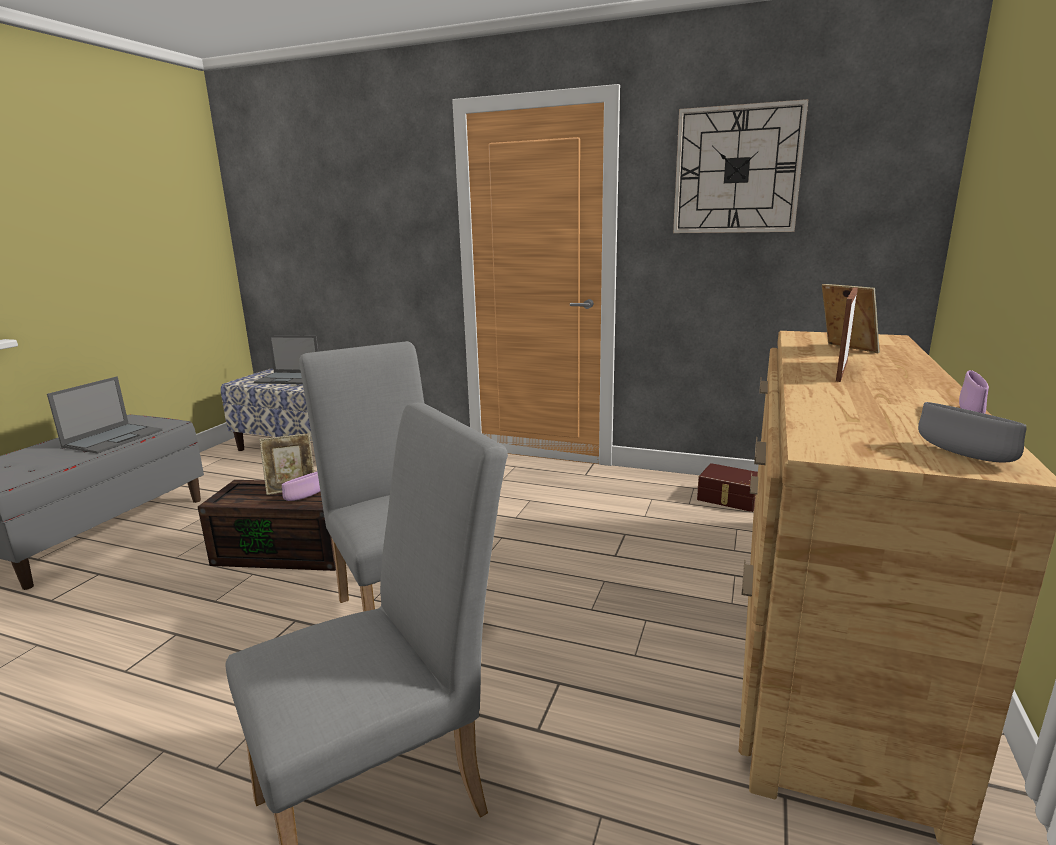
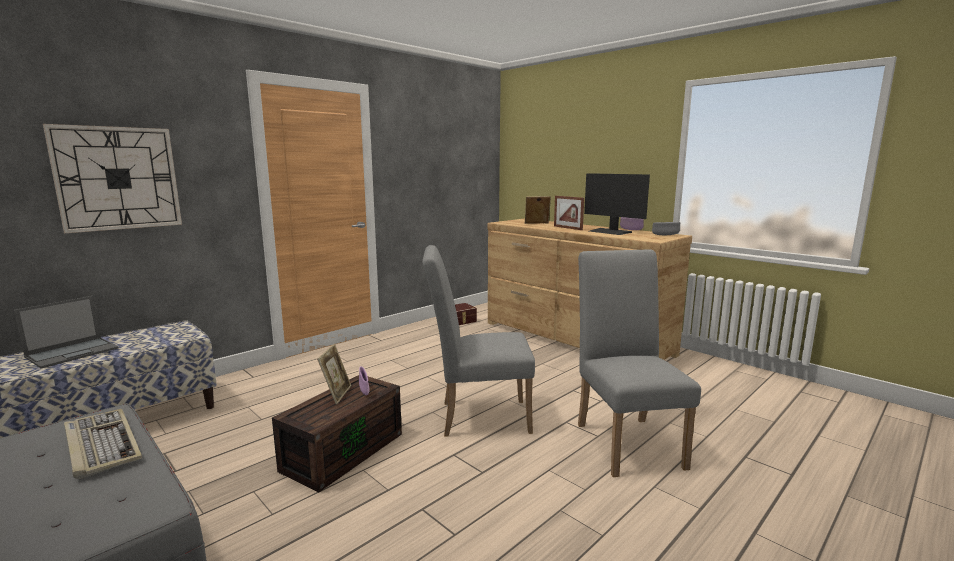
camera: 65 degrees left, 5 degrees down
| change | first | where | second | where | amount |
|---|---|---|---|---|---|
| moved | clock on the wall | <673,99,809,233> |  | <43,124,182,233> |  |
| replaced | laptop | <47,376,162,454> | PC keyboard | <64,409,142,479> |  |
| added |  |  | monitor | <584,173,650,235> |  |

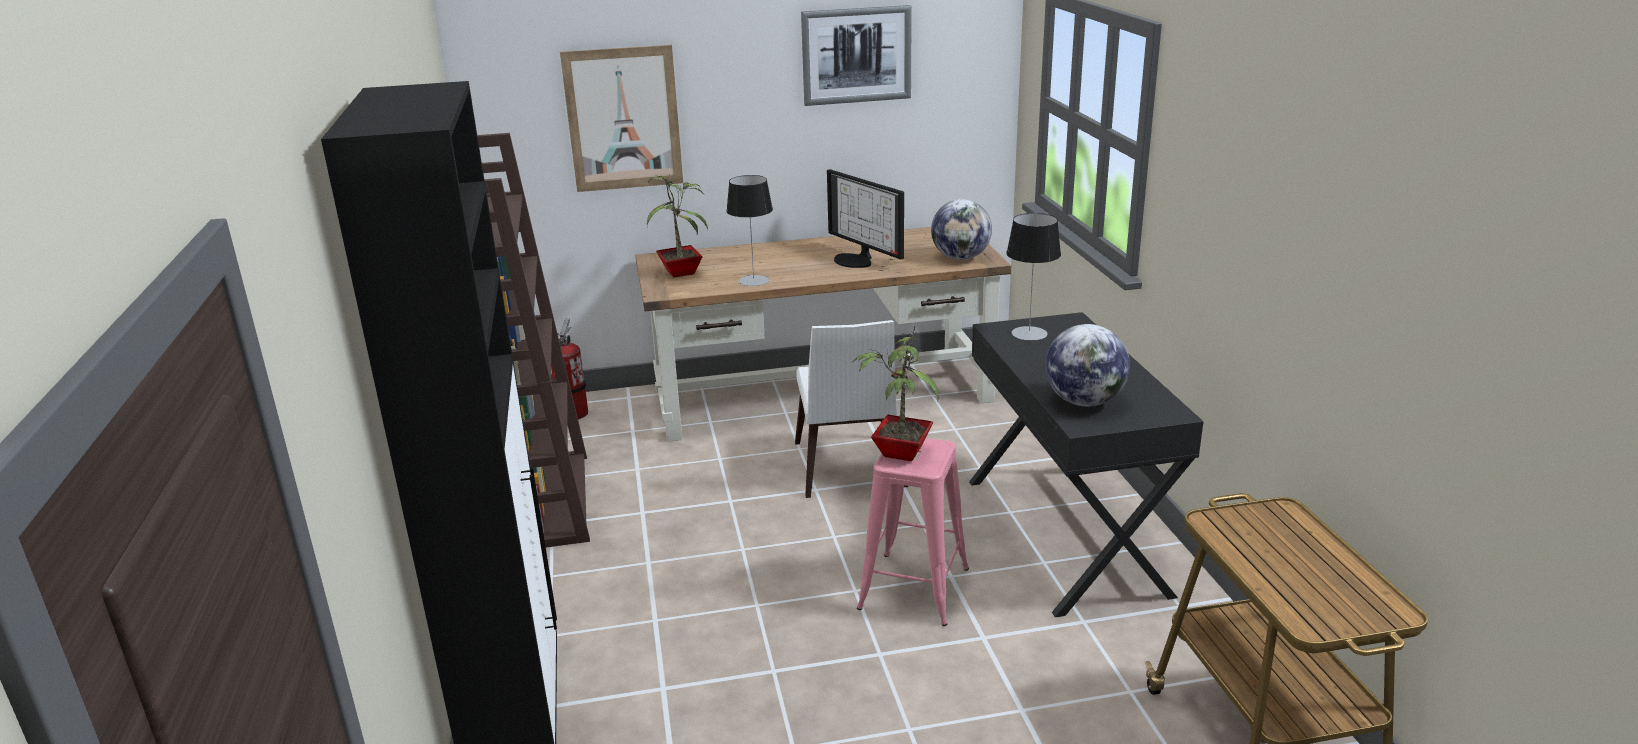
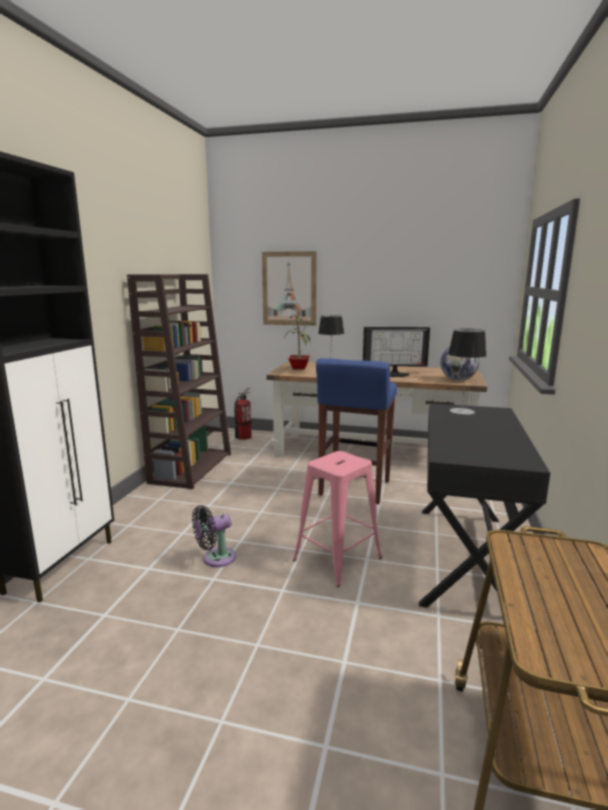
camera: 25 degrees right, 10 degrees down
| change | first | where | second | where | amount |
|---|---|---|---|---|---|
| removed | picture | <801,5,912,106> |  |  |  |
| turned | monitor | <827,169,904,268> |  | <363,327,430,377> | 75 degrees counterclockwise |
| replaced | white plain chair | <795,320,909,498> | blue stool seat | <316,358,397,504> |  |
| removed | globe | <1045,324,1130,406> |  |  |  |
| removed | houseplant | <852,327,939,461> |  |  |  |
| added |  |  | black-coloured electric fan | <192,505,236,567> |  |

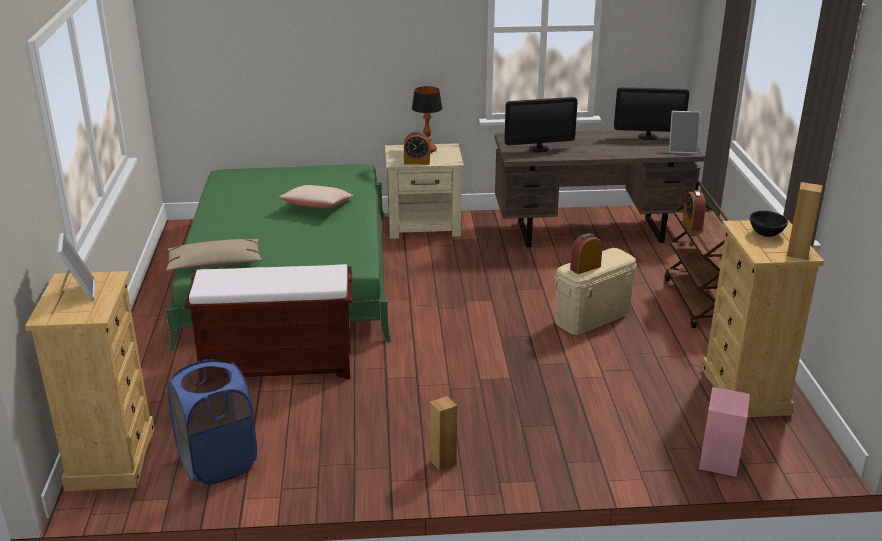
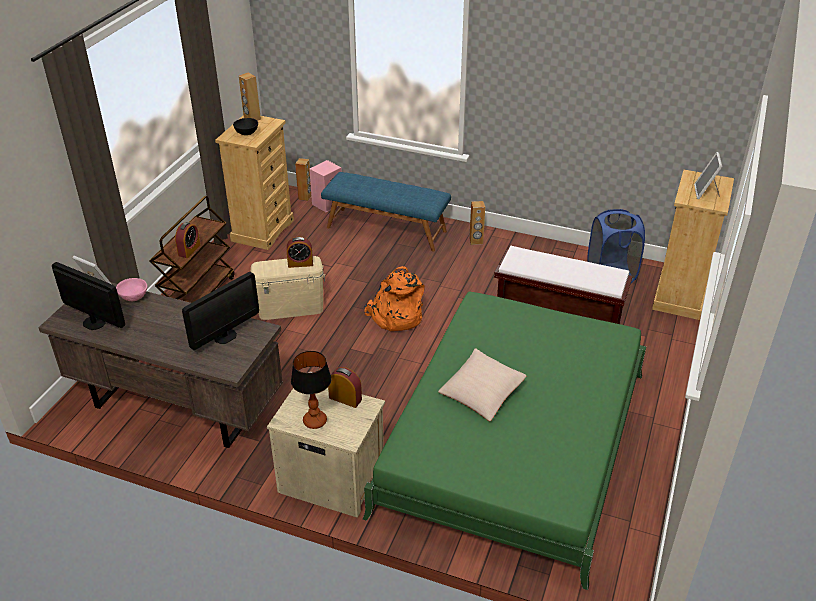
camera: 155 degrees left, 10 degrees up
| change | first | where | second | where | amount |
|---|---|---|---|---|---|
| turned | monitor | <505,97,578,153> |  | <182,272,259,350> | 120 degrees clockwise |
| removed | sand-coloured throw pillow | <166,239,263,271> |  |  |  |
| added |  |  | brown audio speaker | <295,158,311,201> |  |
| added |  |  | blue long seat | <321,172,451,251> |  |
| added |  |  | orangey rucksack | <364,266,425,331> |  |
| added |  |  | pink-coloured serving bowl | <116,278,147,301> |  |

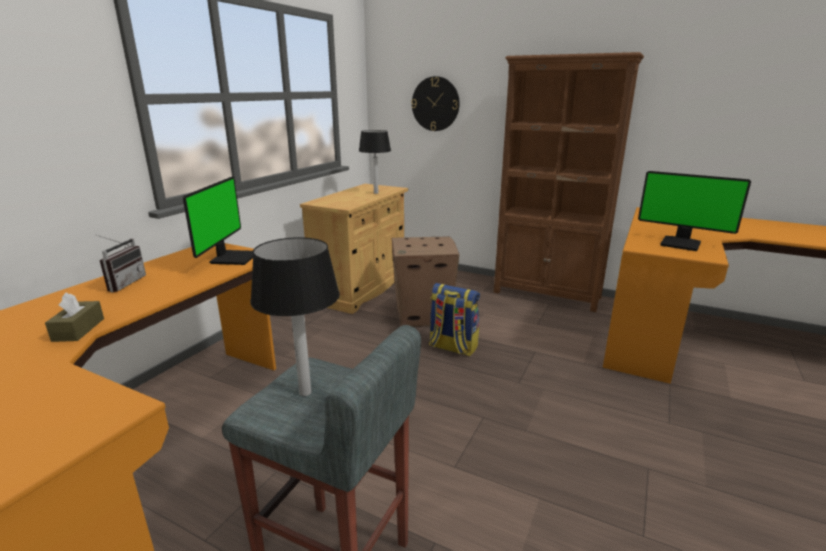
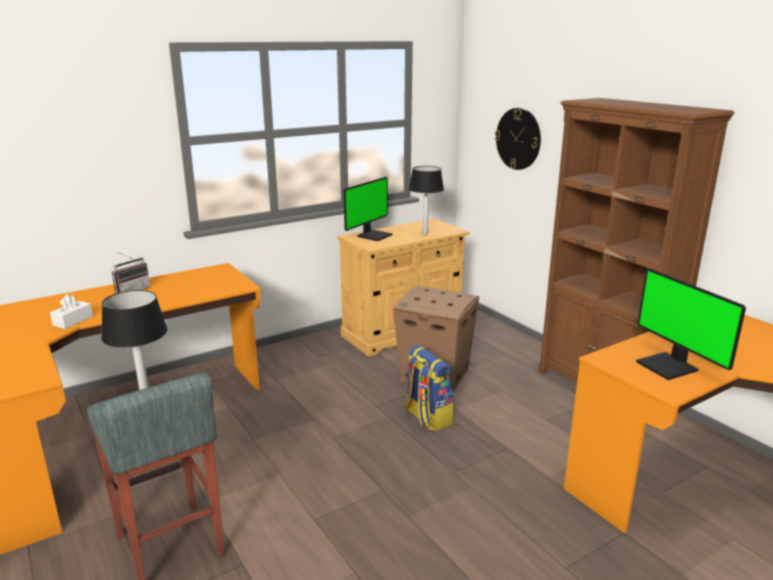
camera: 30 degrees right, 0 degrees up
| change | first | where | second | where | amount |
|---|---|---|---|---|---|
| moved | monitor | <183,177,253,265> |  | <344,177,393,241> |  |
| recoloured | brown tissue box | <45,292,104,342> | white tissue box | <50,294,93,329> |  |

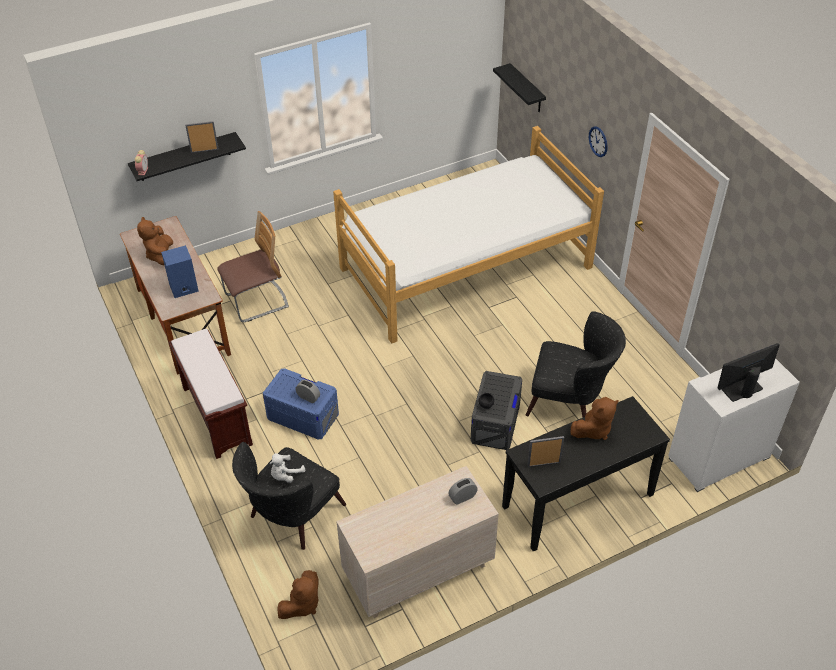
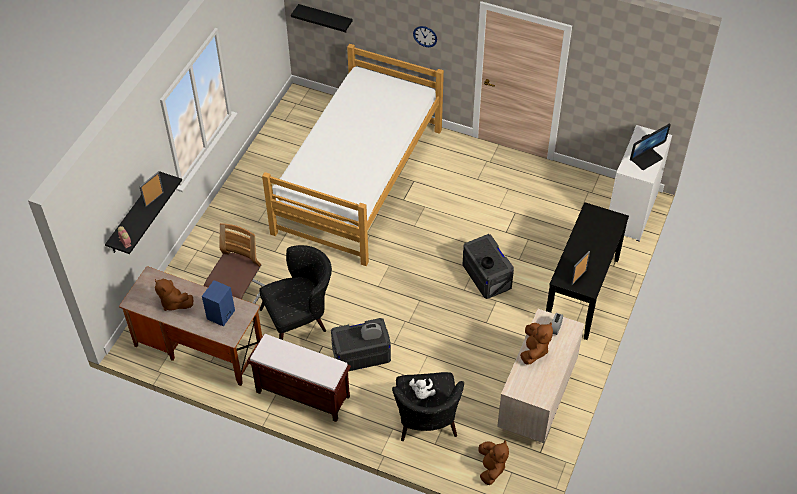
camera: 40 degrees left, 5 degrees up
| change | first | where | second | where | amount |
|---|---|---|---|---|---|
| moved | black-coloured easy chair | <526,311,626,417> |  | <259,245,332,340> |  |
| turned | monitor | <717,343,780,402> |  | <630,124,671,170> | 150 degrees counterclockwise |
| recoloured | blue storage container | <263,368,339,439> | greyish storage container | <331,318,391,371> |  |
| moved | brown soft toy | <571,397,619,440> |  | <520,323,553,365> |  |

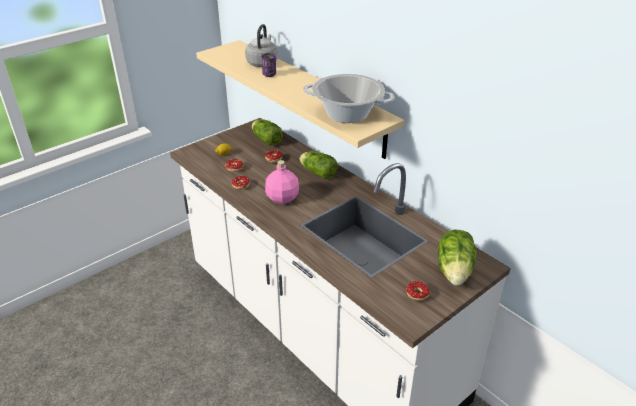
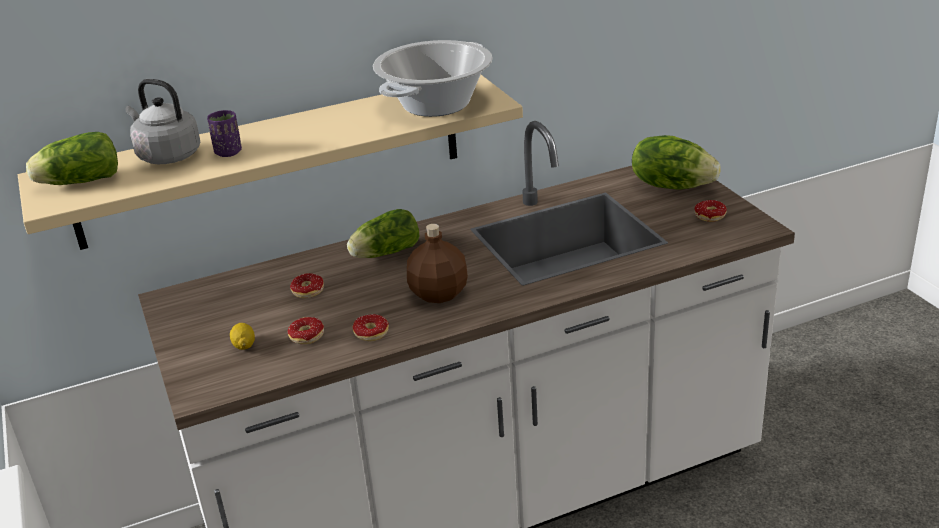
camera: 70 degrees left, 5 degrees down
| change | first | where | second | where | amount |
|---|---|---|---|---|---|
| moved | lettuce | <252,119,283,146> |  | <26,132,118,185> |  |
| recoloured | pink-coloured beverage bottle | <265,160,299,204> | brown beverage bottle | <407,224,468,303> |  |

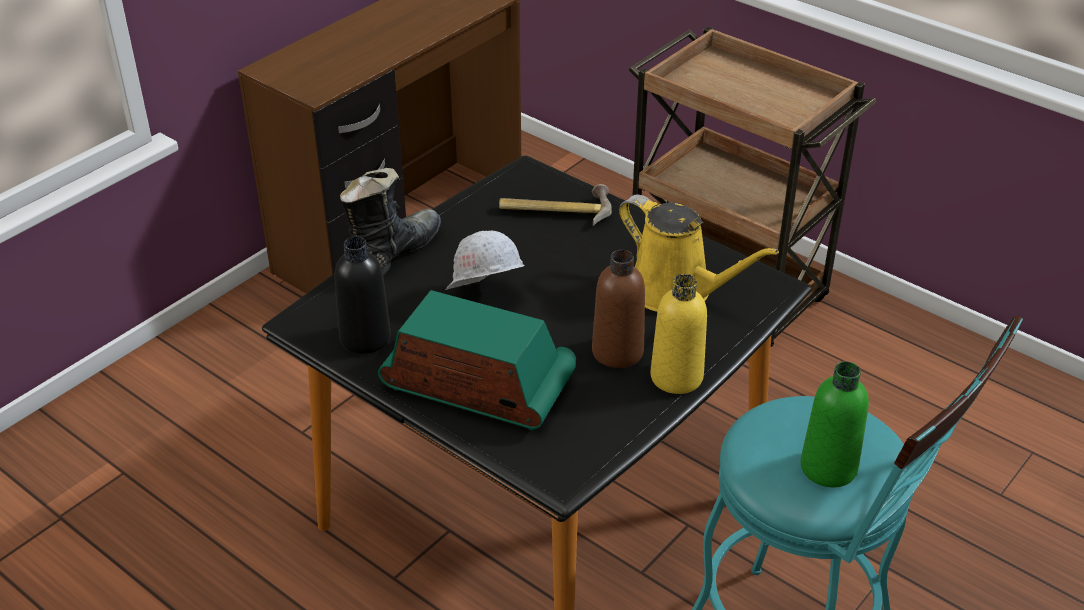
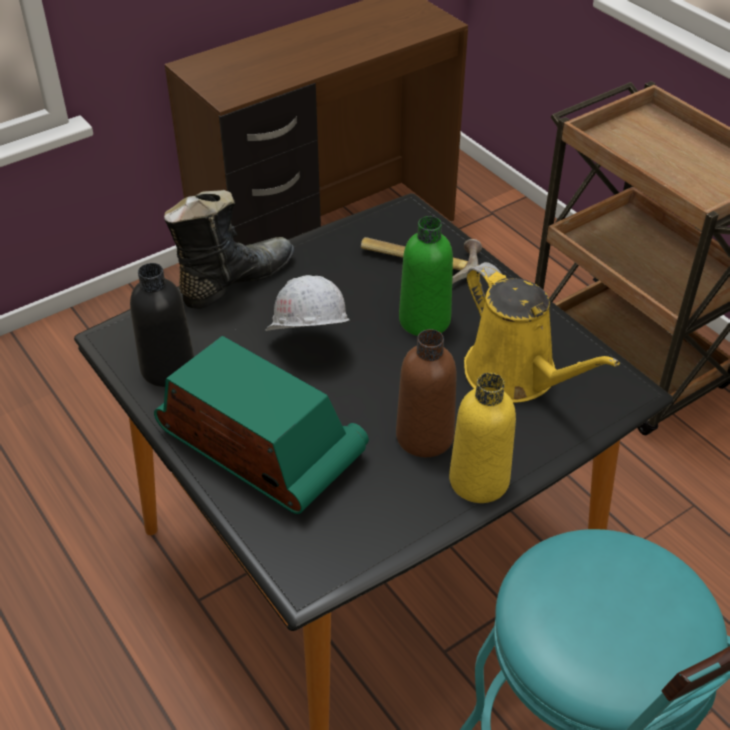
camera: 15 degrees right, 5 degrees up
| change | first | where | second | where | amount |
|---|---|---|---|---|---|
| moved | green beverage bottle | <801,362,869,487> |  | <399,216,453,336> |  |

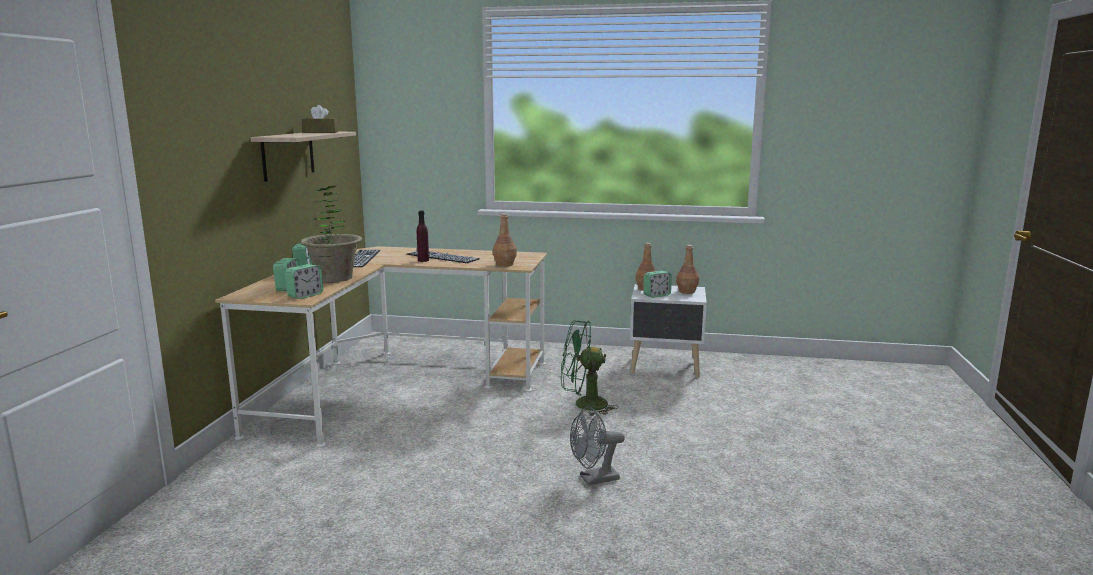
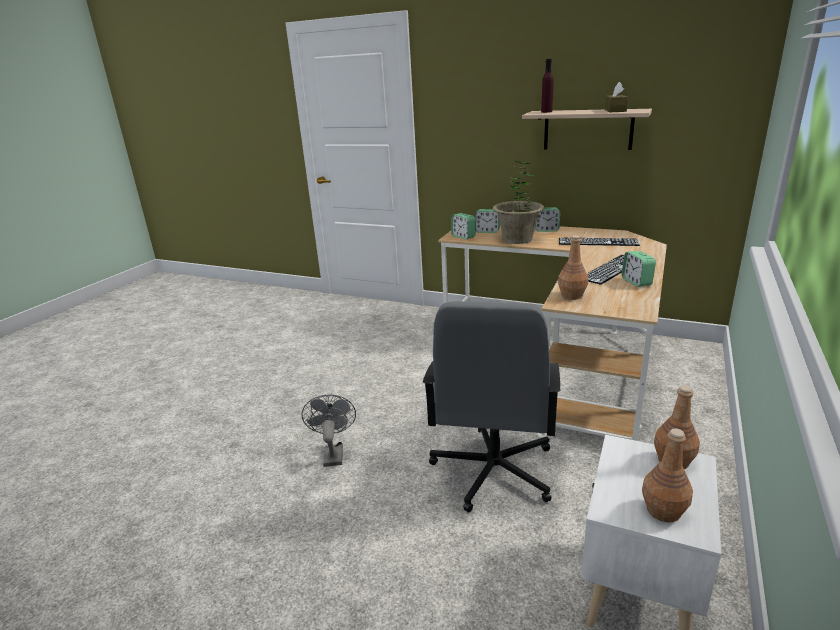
camera: 105 degrees right, 10 degrees up
| change | first | where | second | where | amount |
|---|---|---|---|---|---|
| moved | purple beverage bottle | <417,210,429,262> |  | <541,59,553,113> |  |
| moved | table clock | <643,271,671,298> |  | <622,251,656,287> |  |
| replaced | green electric fan | <561,321,619,416> | greyish computer chair | <423,301,560,513> |  |

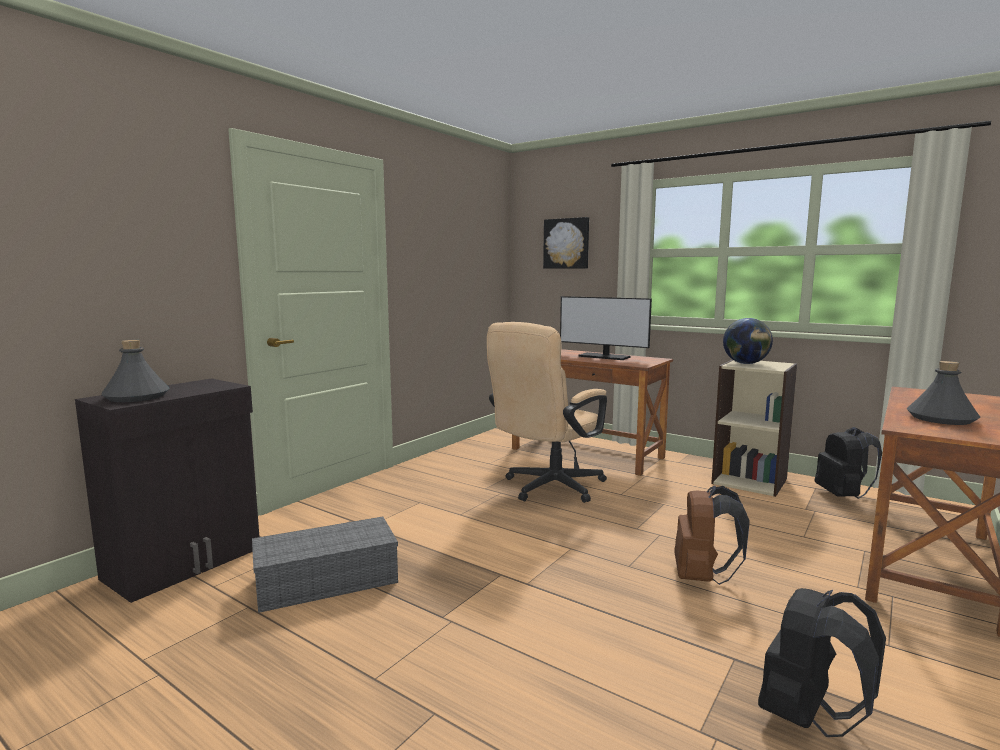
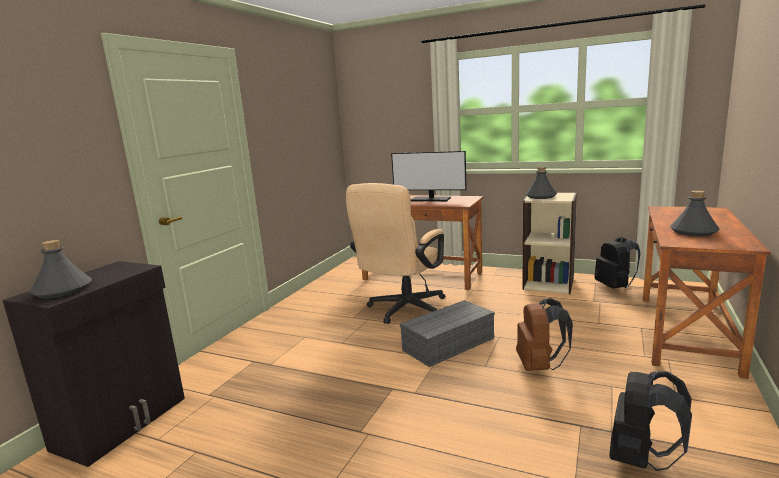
camera: 10 degrees left, 5 degrees up
| change | first | where | second | where | amount |
|---|---|---|---|---|---|
| removed | picture | <543,217,589,269> |  |  |  |
| replaced | globe | <723,318,773,364> | greyish beverage bottle | <526,167,557,199> |  |
| moved | greyish storage container | <252,517,398,613> |  | <400,300,495,367> |  |

